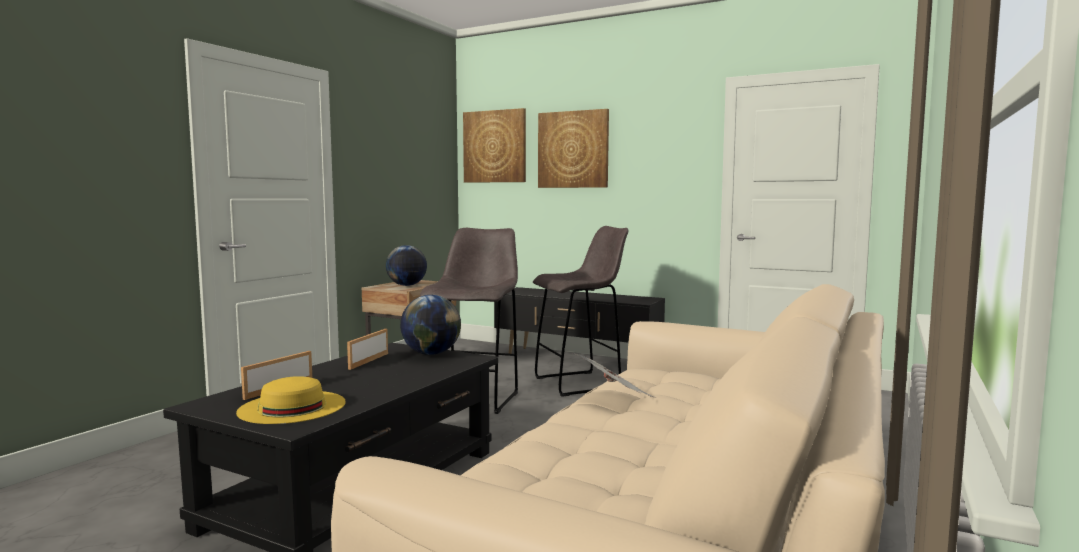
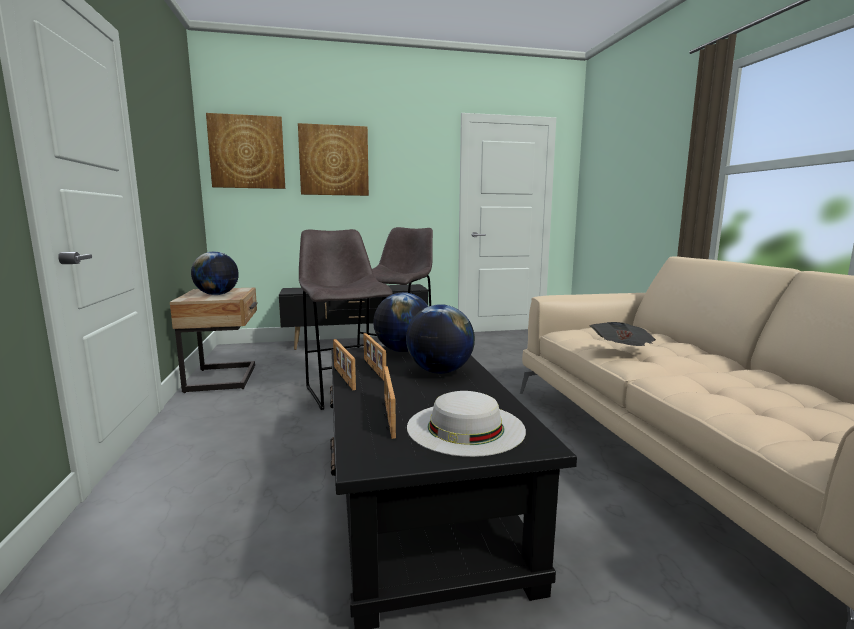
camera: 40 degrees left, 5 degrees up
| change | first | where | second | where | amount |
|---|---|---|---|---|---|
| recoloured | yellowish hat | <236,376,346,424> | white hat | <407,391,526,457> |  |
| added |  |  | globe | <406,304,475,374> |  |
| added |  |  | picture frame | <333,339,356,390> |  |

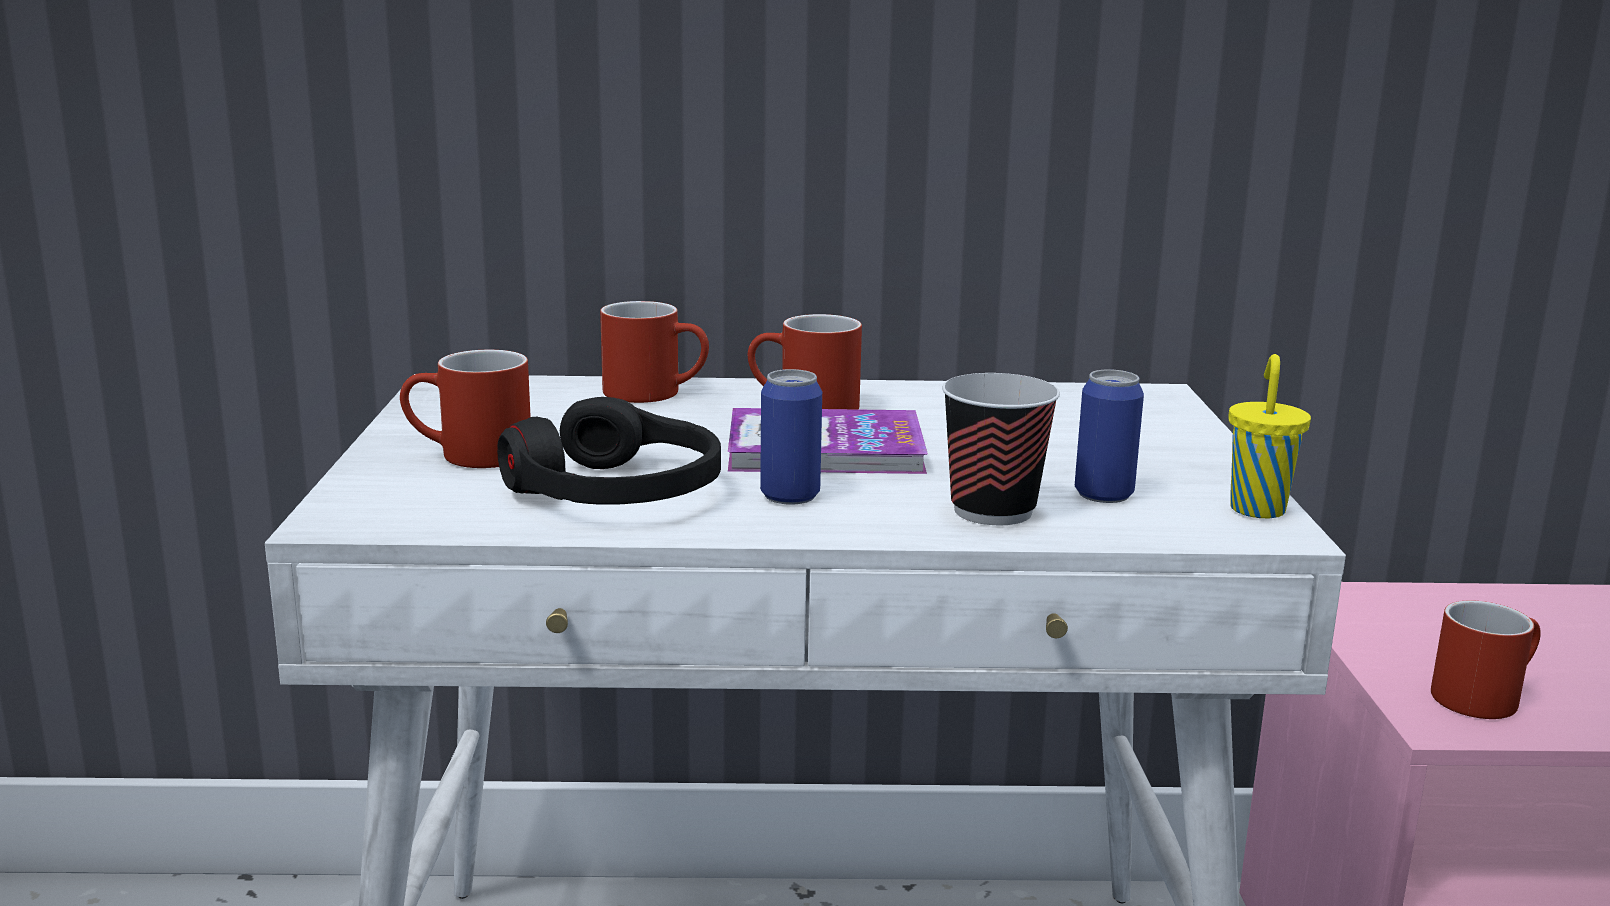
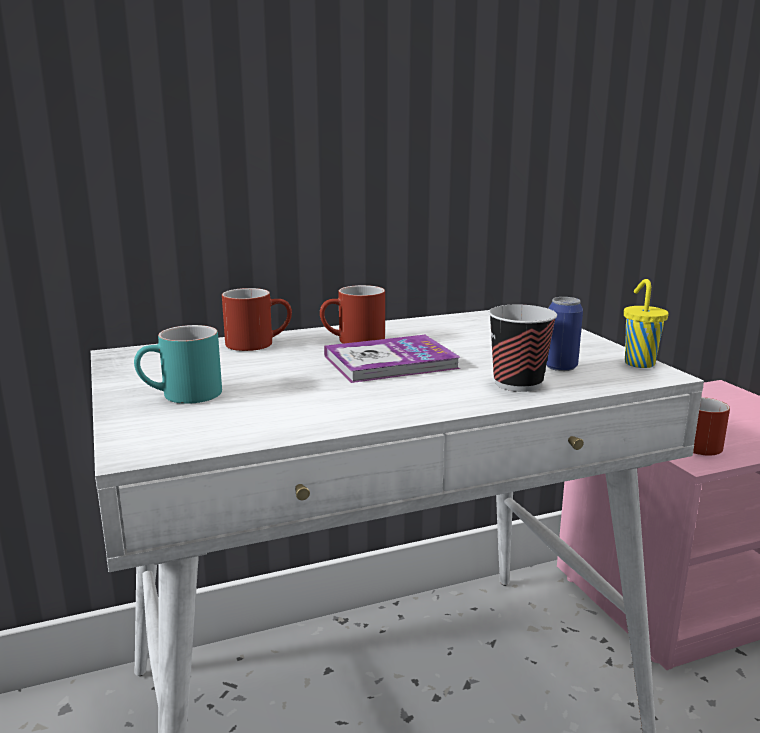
camera: 20 degrees left, 0 degrees up
| change | first | where | second | where | amount |
|---|---|---|---|---|---|
| recoloured | red mug | <400,350,531,468> | turquoise-coloured mug | <134,325,222,404> |  |
| removed | can | <760,369,822,505> |  |  |  |
| removed | black-coloured pair of headphones | <497,397,721,505> |  |  |  |

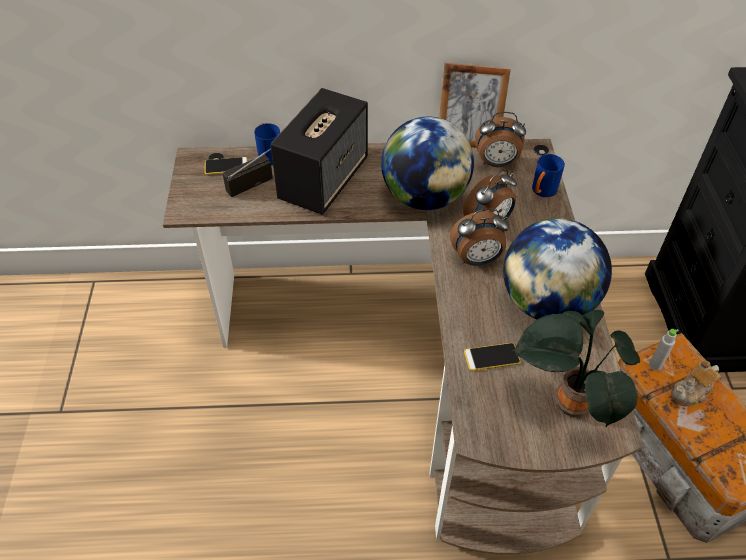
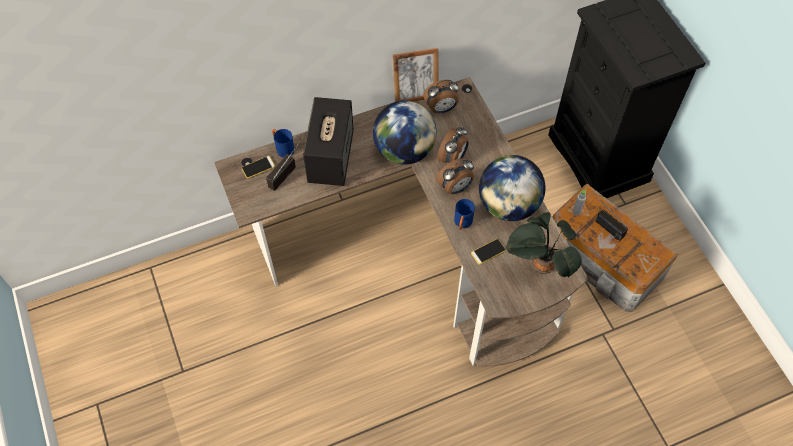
camera: 20 degrees left, 10 degrees up
| change | first | where | second | where | amount |
|---|---|---|---|---|---|
| moved | blue mug | <532,154,565,197> |  | <454,199,475,230> |  |
| replaced | tea pot | <671,360,720,406> | radio receiver | <596,196,628,241> |  |

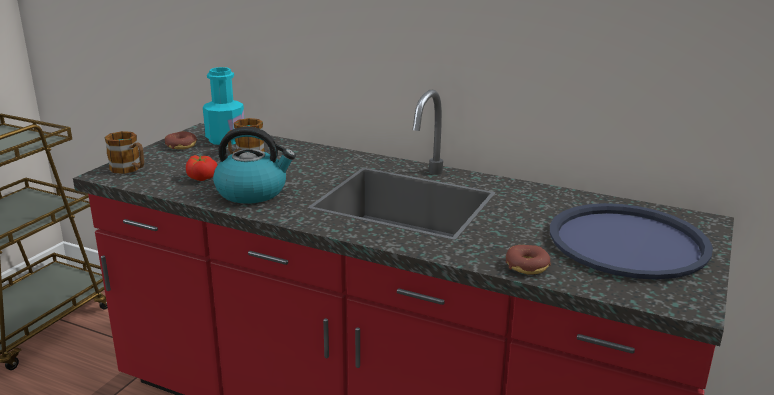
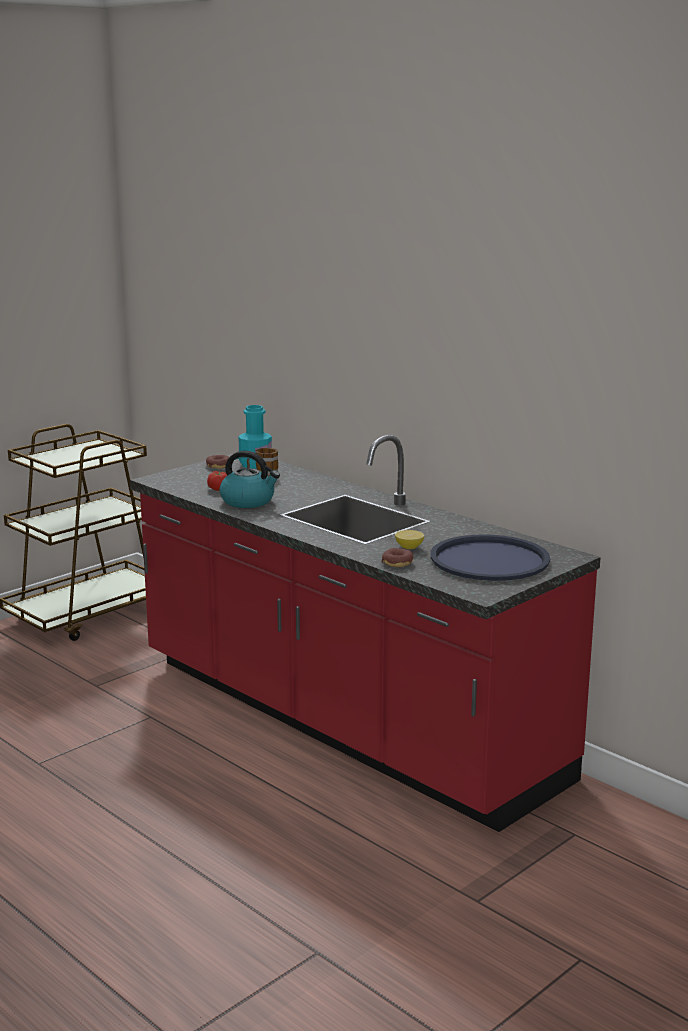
camera: 20 degrees right, 5 degrees down
| change | first | where | second | where | amount |
|---|---|---|---|---|---|
| removed | mug | <104,131,144,174> |  |  |  |
| added |  |  | whole lemon | <395,530,424,549> |  |

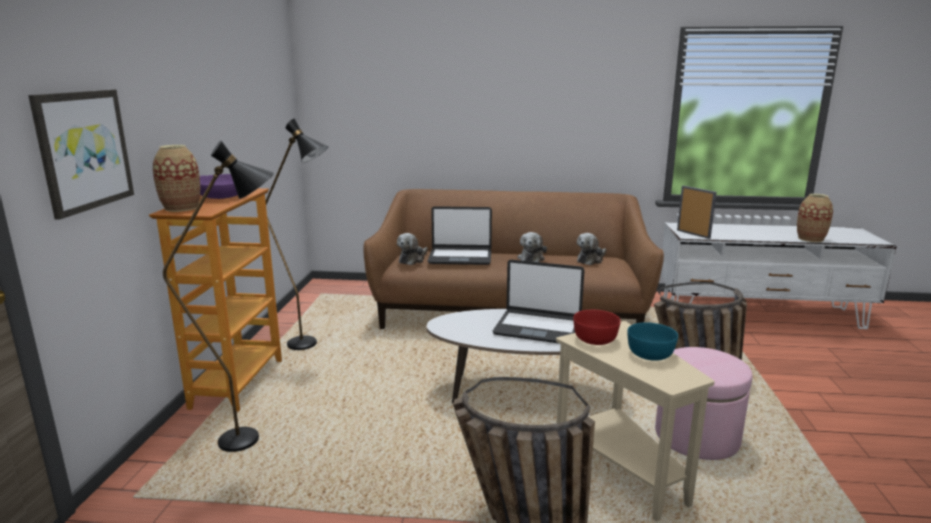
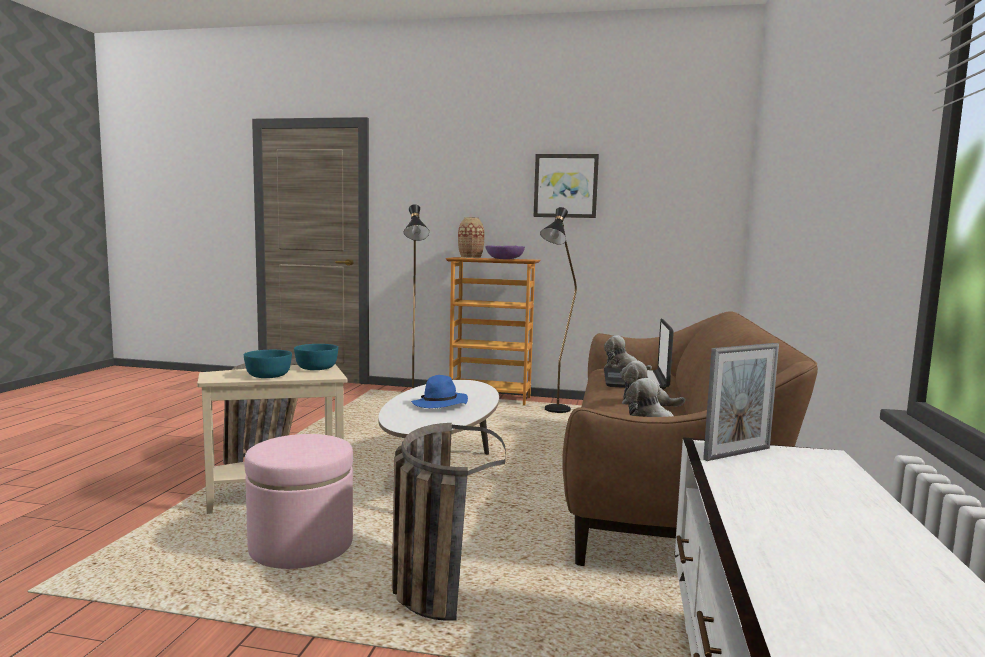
camera: 95 degrees right, 10 degrees down
| change | first | where | second | where | amount |
|---|---|---|---|---|---|
| moved | picture | <28,90,134,220> |  | <534,154,599,218> |  |
| removed | decorative vase | <797,194,833,242> |  |  |  |
| replaced | laptop | <493,260,584,344> | blue hat | <411,375,468,408> |  |
| recoloured | red serving bowl | <573,310,621,345> | turquoise-coloured serving bowl | <294,344,338,370> |  |

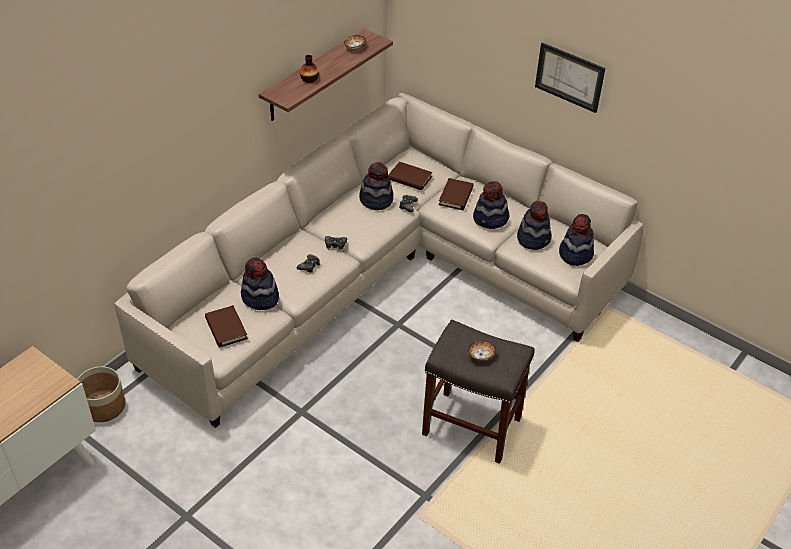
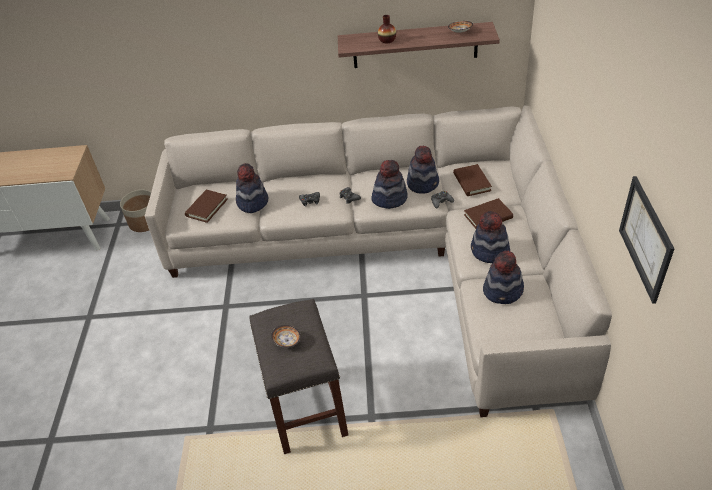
camera: 55 degrees right, 0 degrees up
| change | first | where | second | where | amount |
|---|---|---|---|---|---|
| moved | picture | <535,42,605,113> |  | <619,176,675,304> |  |
| moved | hat | <559,214,594,266> |  | <371,160,408,209> |  |

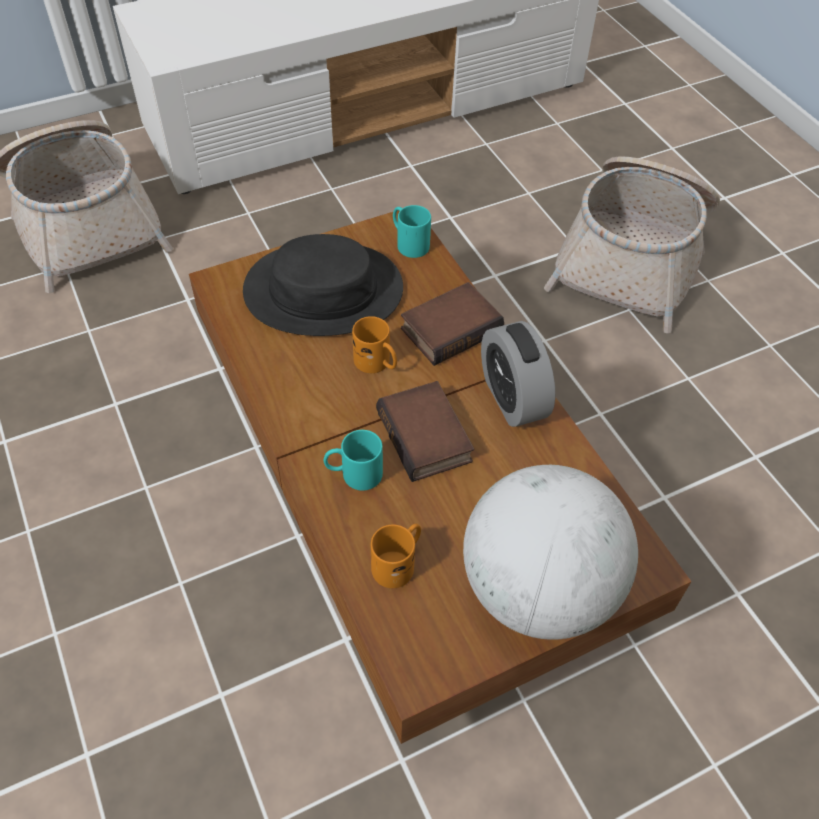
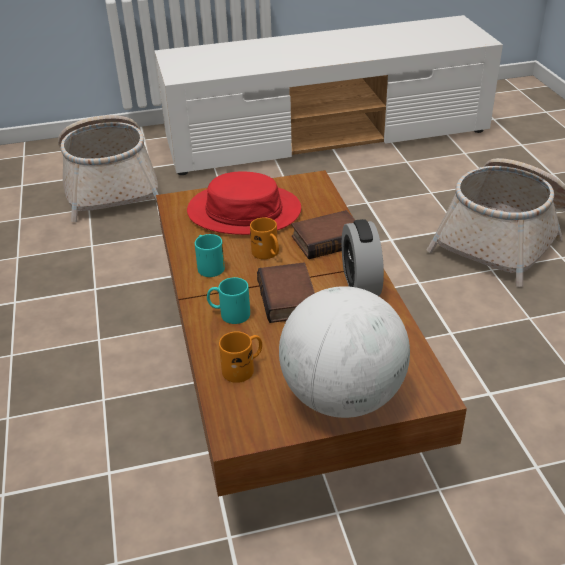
camera: 15 degrees right, 15 degrees down
| change | first | where | second | where | amount |
|---|---|---|---|---|---|
| moved | turquoise-coloured mug | <393,205,431,258> |  | <195,234,225,277> |  |
| recoloured | black-coloured hat | <243,234,403,336> | red hat | <187,172,301,235> |  |

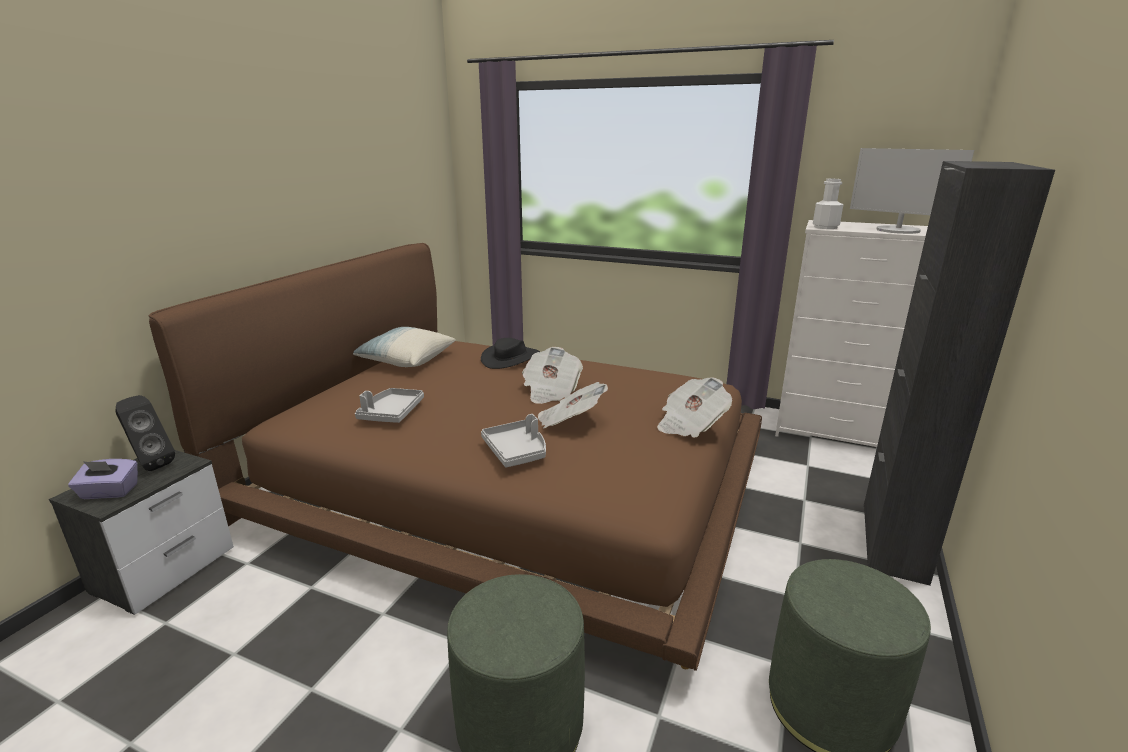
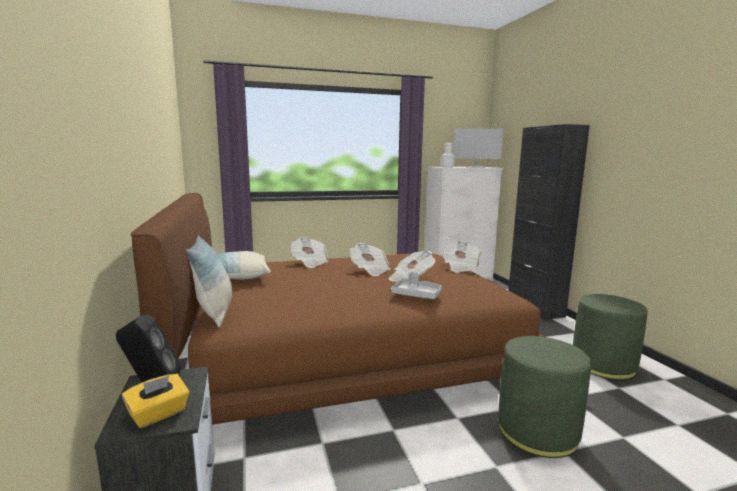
camera: 40 degrees left, 10 degrees down
| change | first | where | second | where | amount |
|---|---|---|---|---|---|
| replaced | black-coloured hat | <481,338,540,369> | printed paper | <291,237,328,268> |  |
| removed | greyish carrying tray | <355,388,424,423> |  |  |  |
| recoloured | purple tissue box | <68,459,138,499> | yellowish tissue box | <122,374,189,428> |  |
| added |  |  | throw pillow | <186,235,232,327> |  |

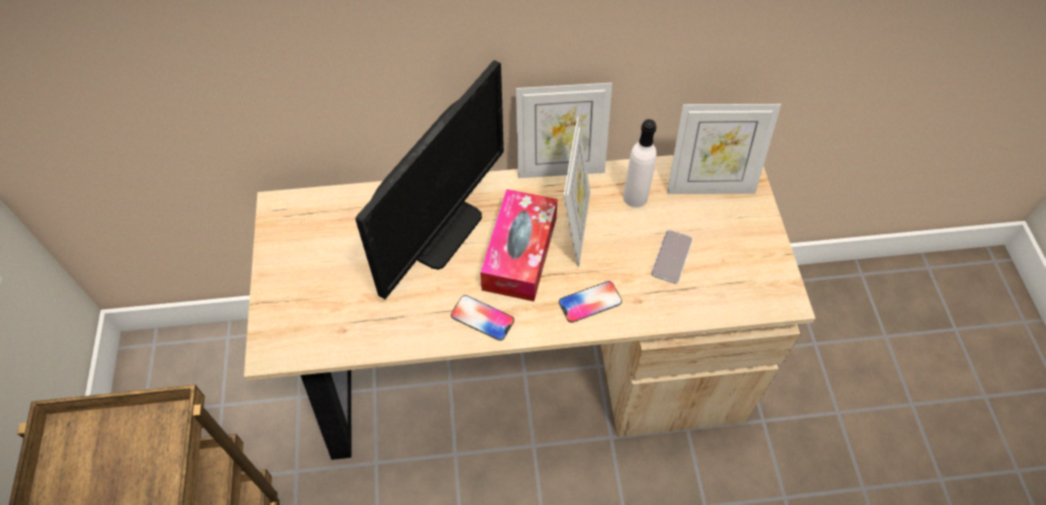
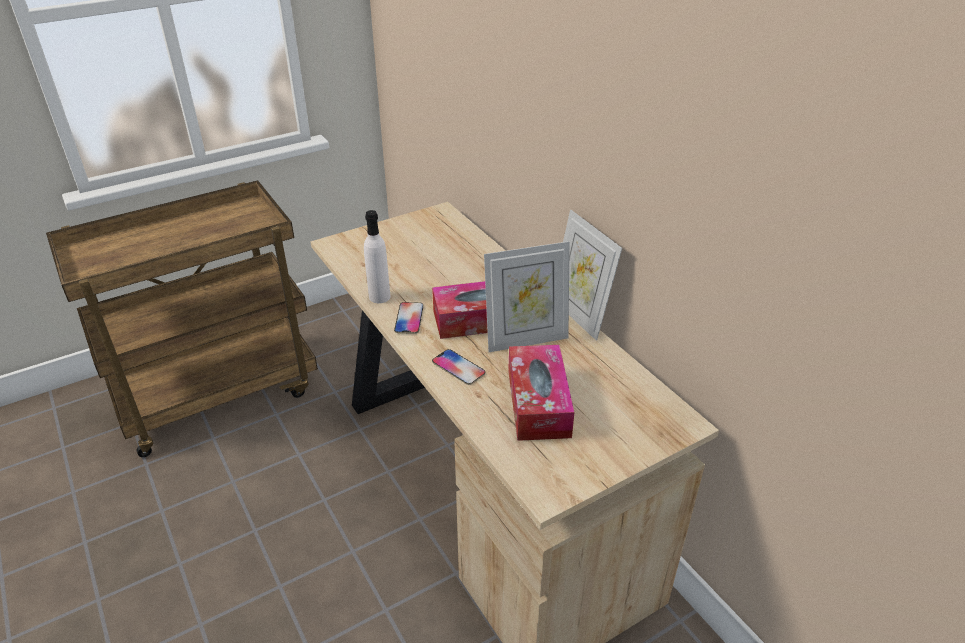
camera: 65 degrees right, 20 degrees down
| change | first | where | second | where | amount |
|---|---|---|---|---|---|
| removed | monitor | <355,60,504,299> |  |  |  |
| removed | picture frame | <667,104,781,194> |  |  |  |
| moved | white beverage bottle | <623,119,657,208> |  | <364,210,391,303> |  |
| replaced | handset | <651,230,693,283> | tissue box | <508,345,575,441> |  |

